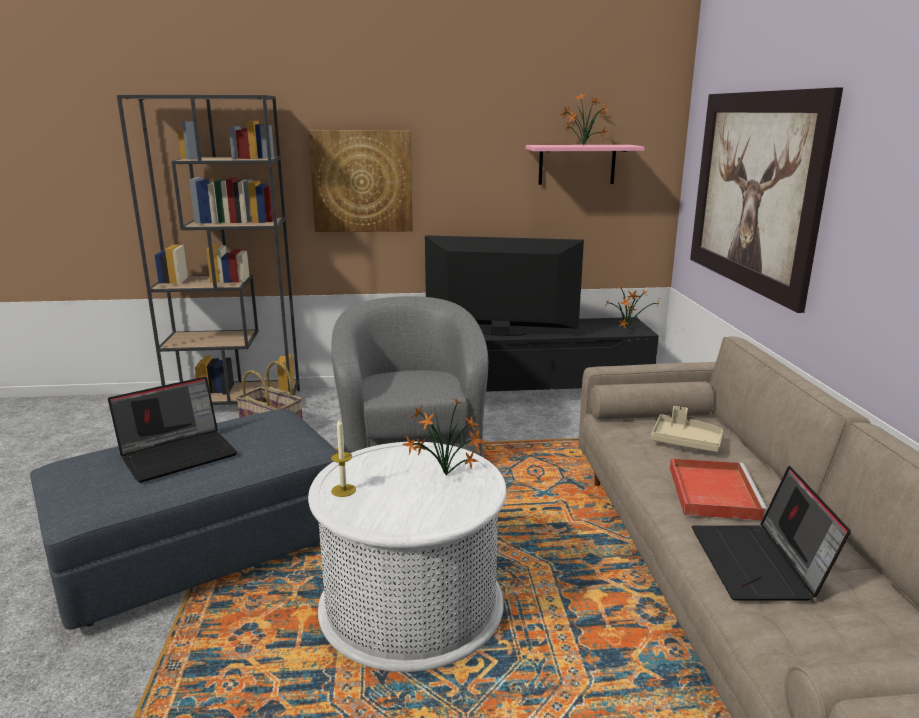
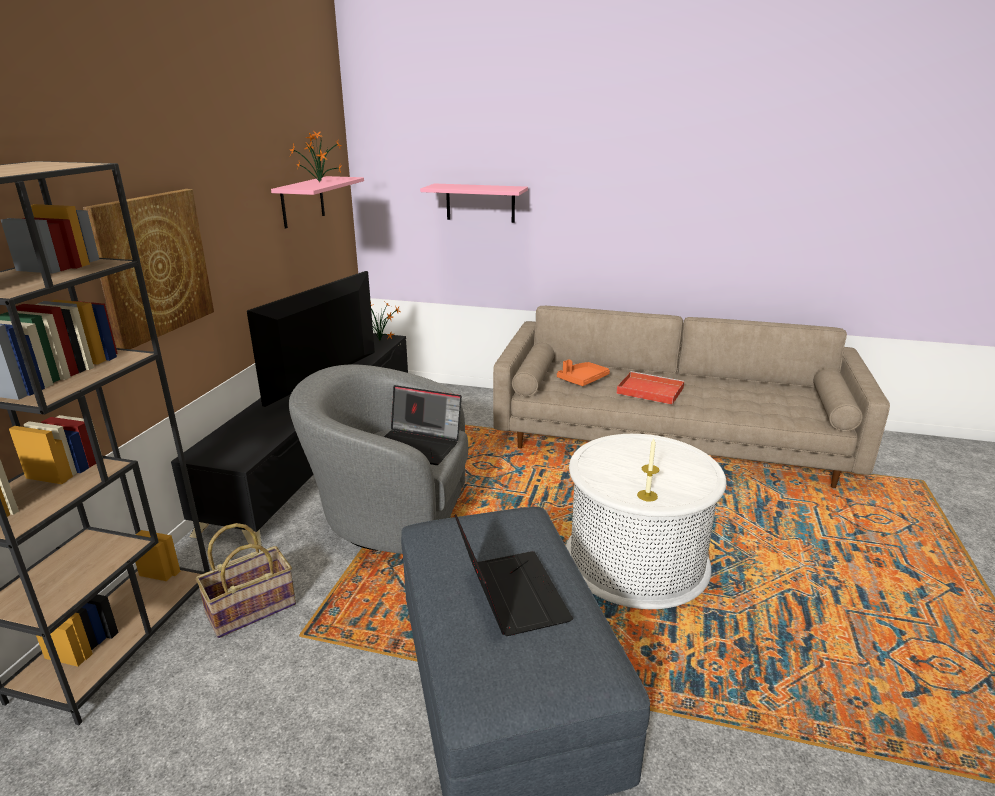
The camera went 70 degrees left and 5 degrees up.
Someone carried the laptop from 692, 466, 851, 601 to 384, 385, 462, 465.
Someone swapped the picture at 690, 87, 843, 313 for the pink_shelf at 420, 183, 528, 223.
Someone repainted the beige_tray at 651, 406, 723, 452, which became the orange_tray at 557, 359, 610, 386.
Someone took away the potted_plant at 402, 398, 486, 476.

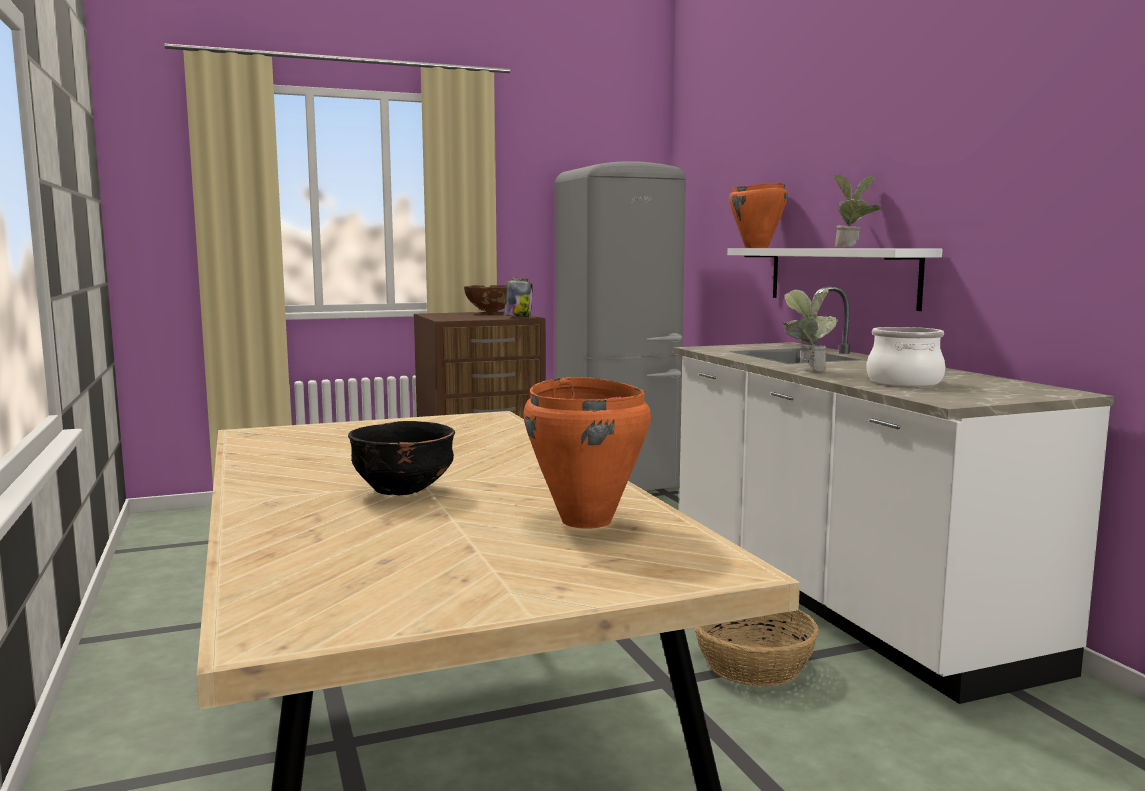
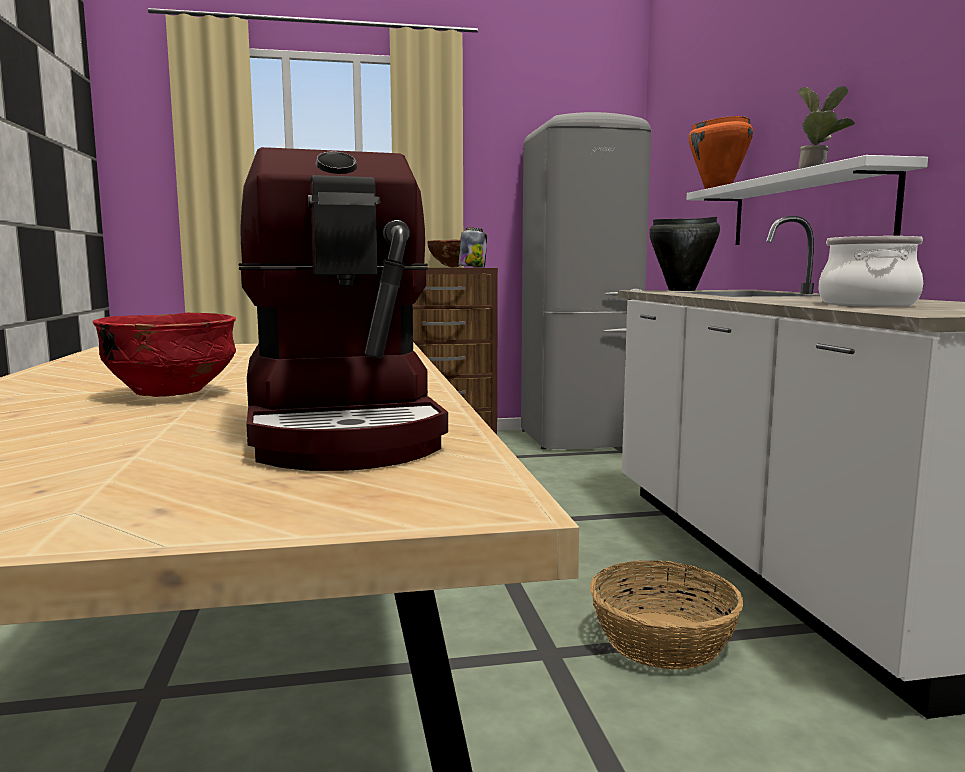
The camera went 10 degrees right and 0 degrees up.
Someone repainted the black_bowl at 348, 421, 455, 496, which became the red_bowl at 93, 313, 236, 397.
Someone swapped the orange_cooking_pot at 523, 377, 651, 529 for the coffee_machine at 238, 147, 448, 471.
Someone put down the black_cooking_pot at 649, 217, 720, 291.
Someone took away the potted_plant at 783, 288, 838, 372.

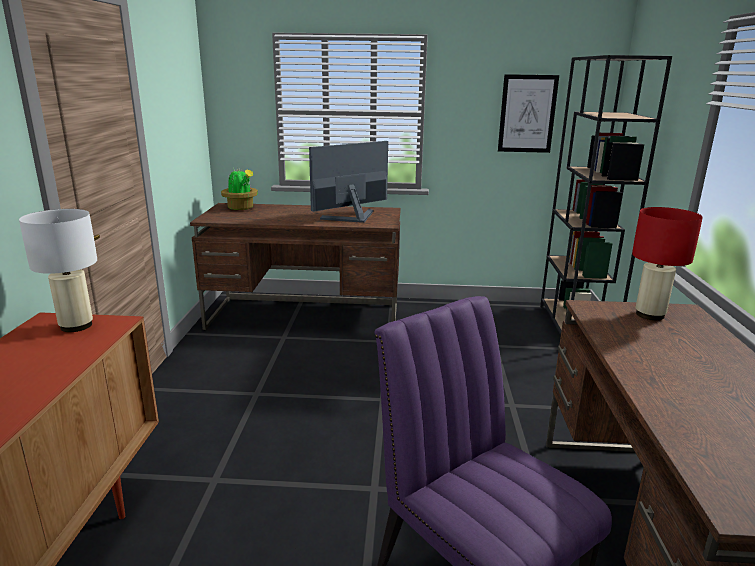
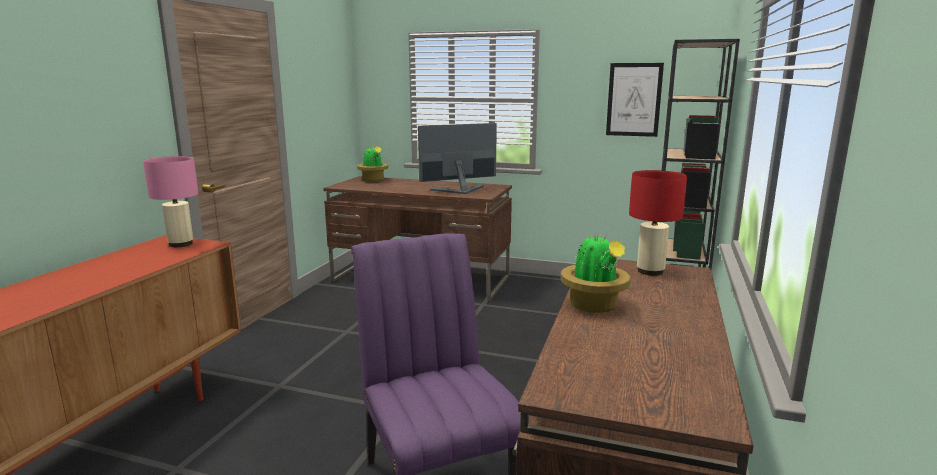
The camera went 15 degrees right and 5 degrees down.
Someone repainted the white_table_lamp at 19, 209, 97, 332, which became the pink_table_lamp at 143, 156, 198, 247.
Someone put down the potted_plant at 561, 231, 630, 313.

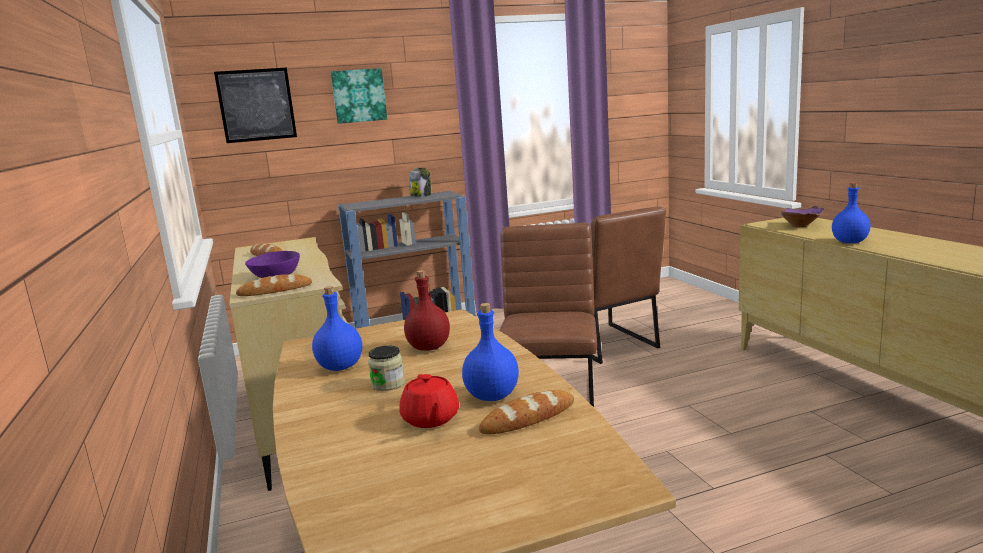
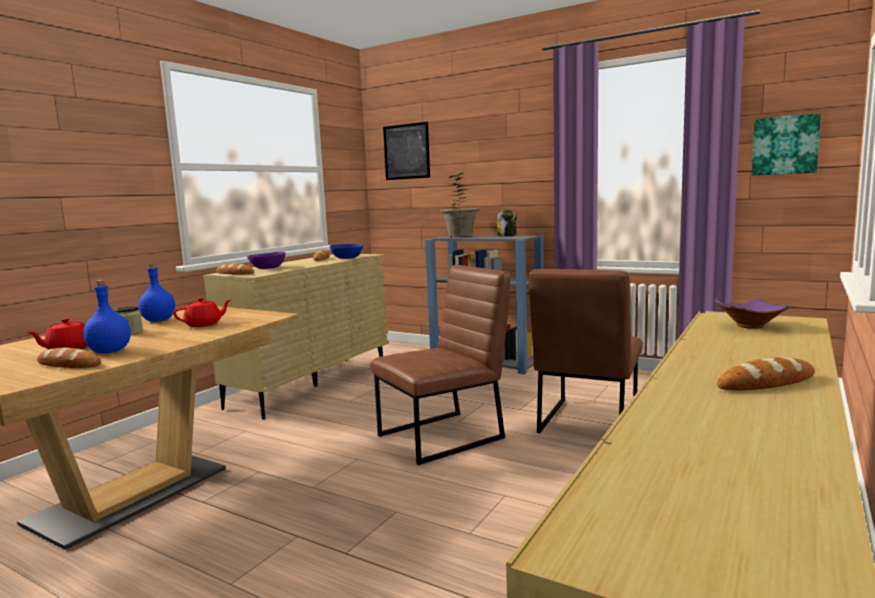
The camera went 50 degrees right and 5 degrees down.
Someone swapped the red_bottle at 404, 270, 450, 351 for the red_teapot at 173, 297, 231, 327.
Someone put down the blue_bowl at 330, 244, 363, 259.
Someone put down the potted_plant at 440, 173, 480, 237.
Someone put down the bread at 717, 357, 815, 391.
Someone carried the picture from 331, 68, 387, 124 to 752, 113, 821, 176.
Someone took away the blue_bottle at 832, 183, 871, 243.

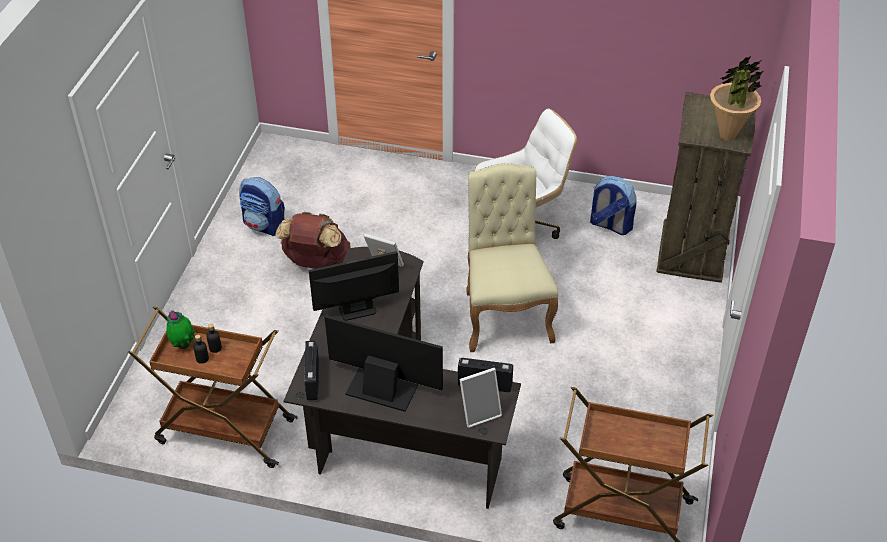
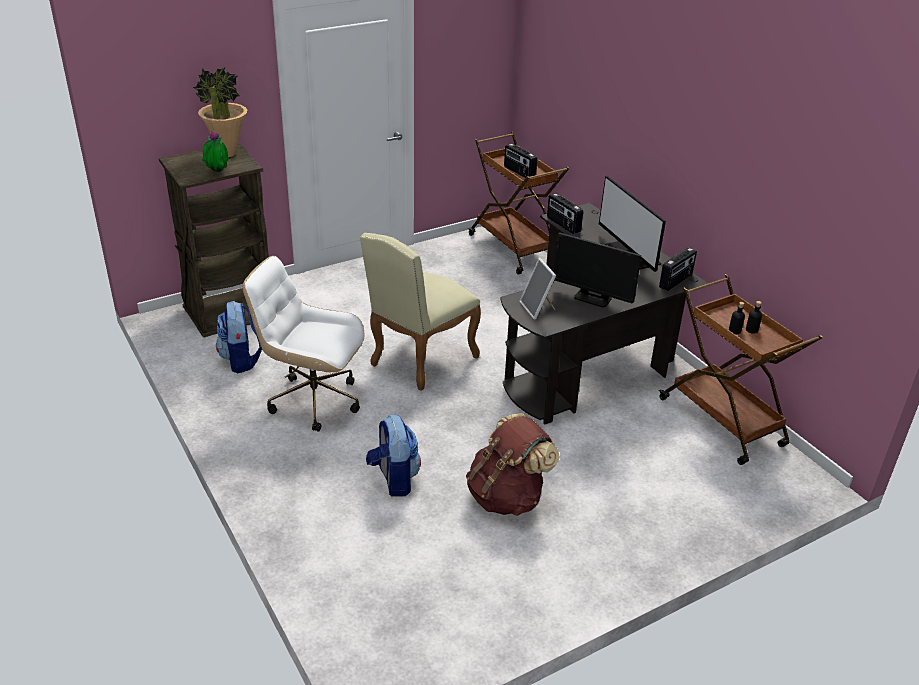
The camera went 135 degrees left and 10 degrees down.
Someone carried the potted_plant from 166, 310, 195, 349 to 202, 131, 229, 172.
Someone carried the backpack from 239, 177, 285, 236 to 366, 415, 421, 496.
Someone put down the radio at 504, 144, 537, 178.
Someone took away the picture_frame at 459, 368, 502, 428.

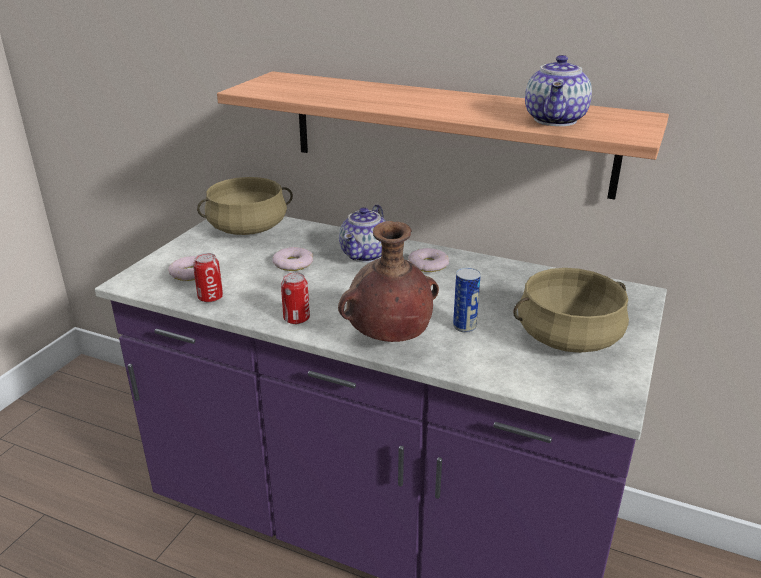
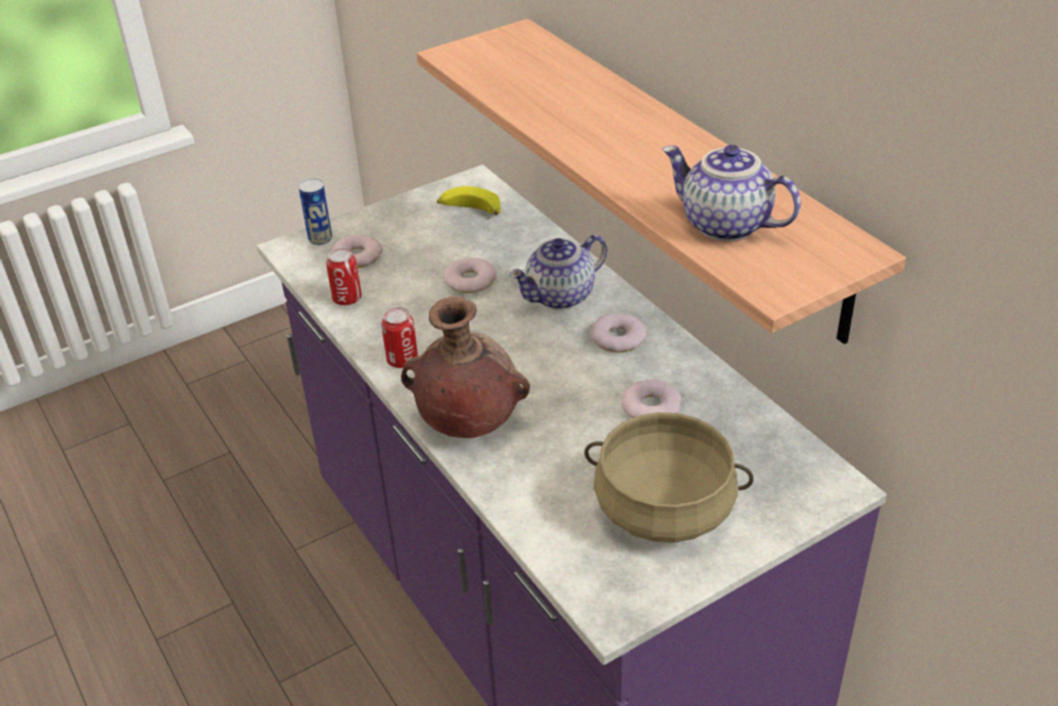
The camera went 35 degrees right and 10 degrees up.
Someone carried the can from 453, 268, 481, 333 to 299, 179, 332, 245.
Someone swapped the beige_cooking_pot at 197, 177, 293, 235 for the banana at 437, 186, 501, 215.
Someone put down the donut at 621, 380, 682, 418.
Someone rotated the teapot at 525, 55, 592, 126 by 75 degrees clockwise.

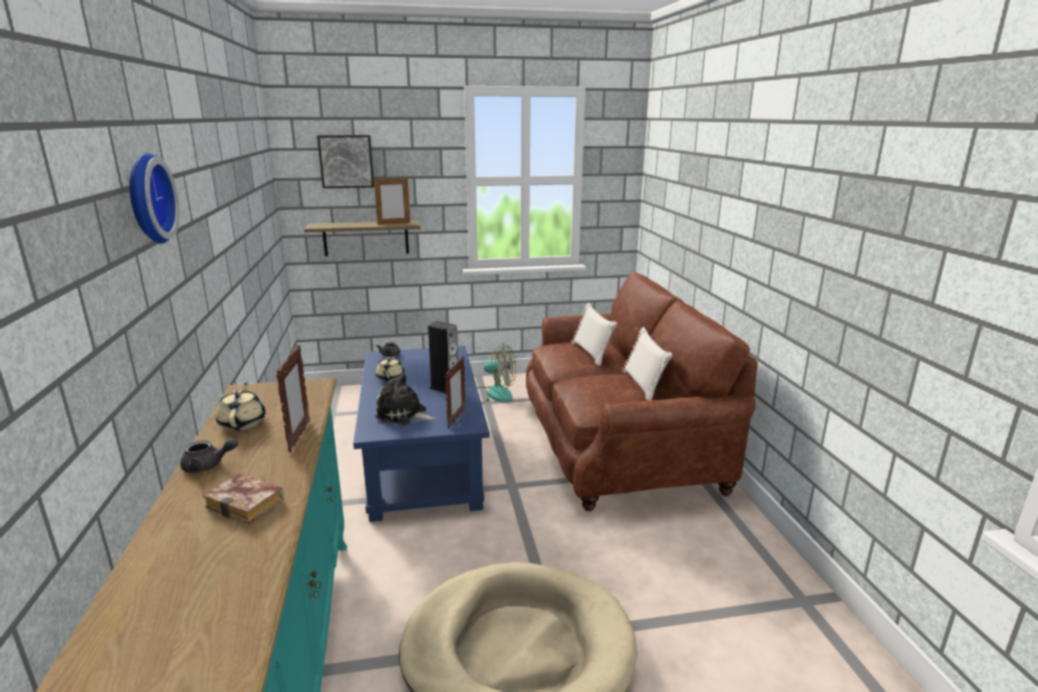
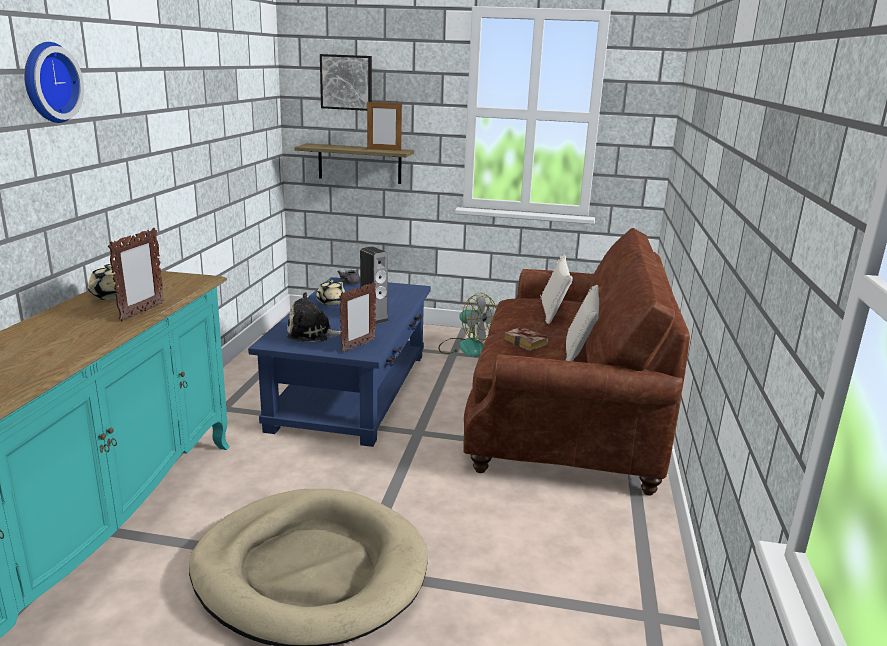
The camera went 20 degrees right and 0 degrees up.
Someone rotated the plush_toy at 375, 373, 436, 425 by 45 degrees counterclockwise.
Someone carried the book from 203, 473, 284, 524 to 504, 327, 549, 351.
Someone took away the grey_teapot at 180, 438, 238, 473.

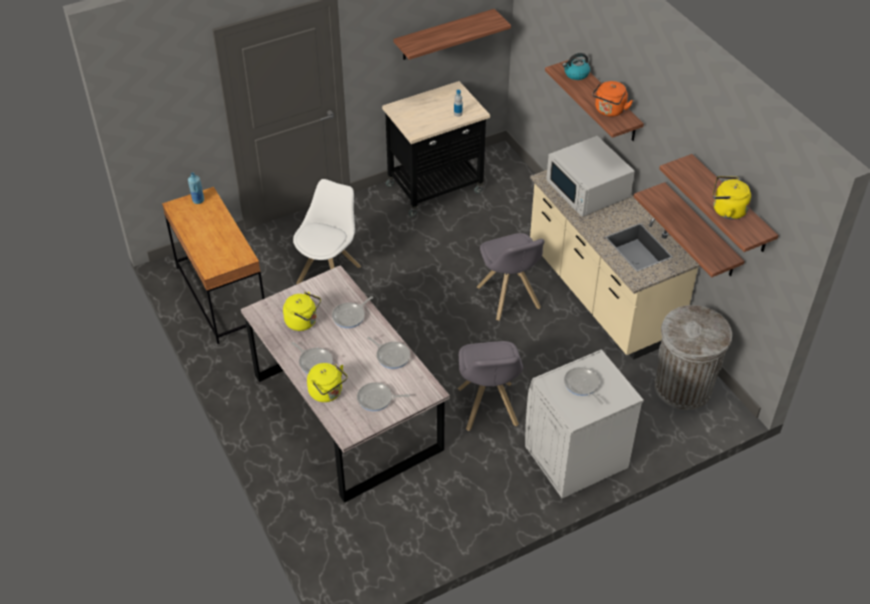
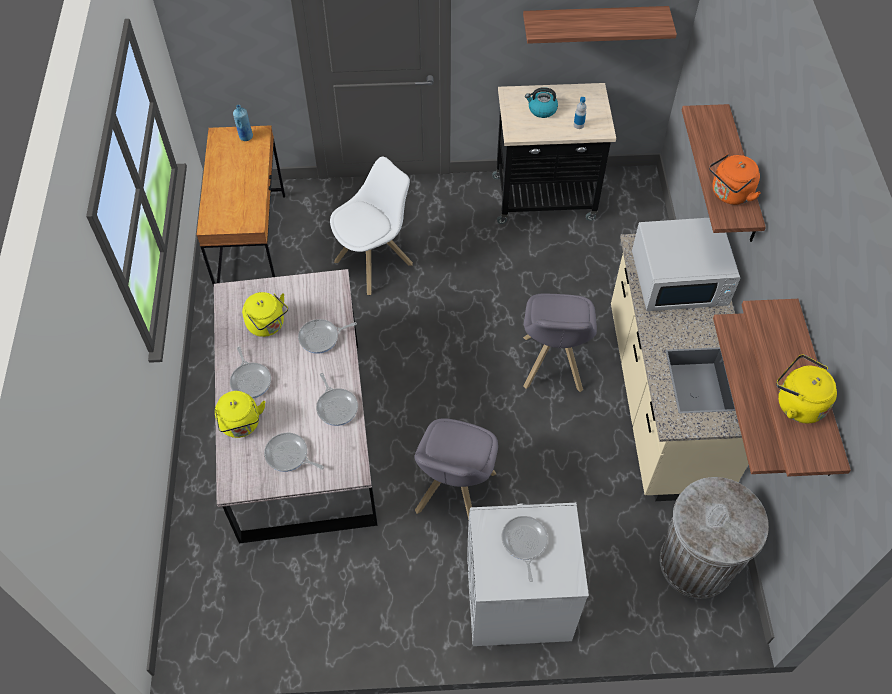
The camera went 25 degrees right and 10 degrees up.
Someone carried the kettle from 562, 53, 590, 80 to 525, 87, 558, 118.
Someone rotated the white_microwave at 546, 136, 635, 217 by 90 degrees counterclockwise.

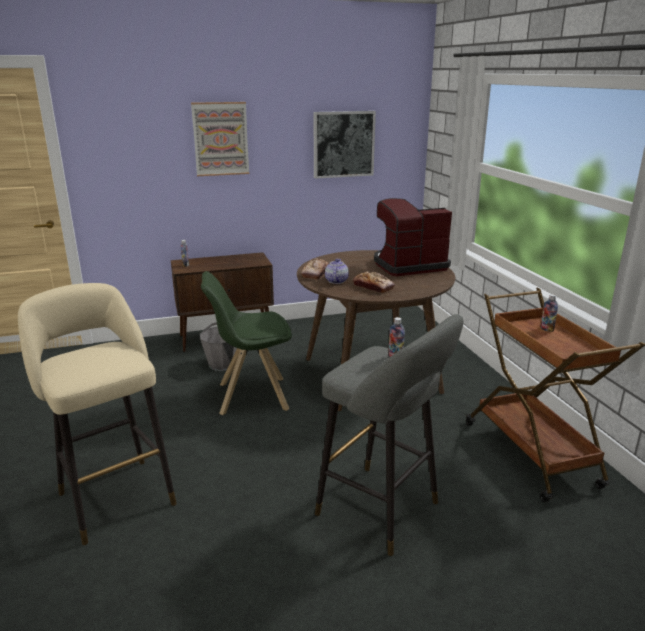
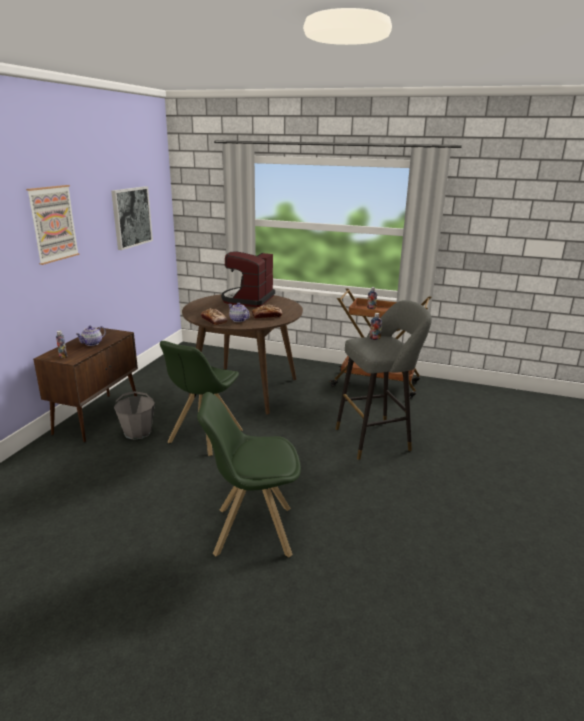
The camera went 55 degrees left and 0 degrees up.
Someone put down the teapot at 75, 325, 106, 346.
Someone swapped the beige_stool at 18, 283, 177, 545 for the green_chair at 197, 392, 301, 558.

